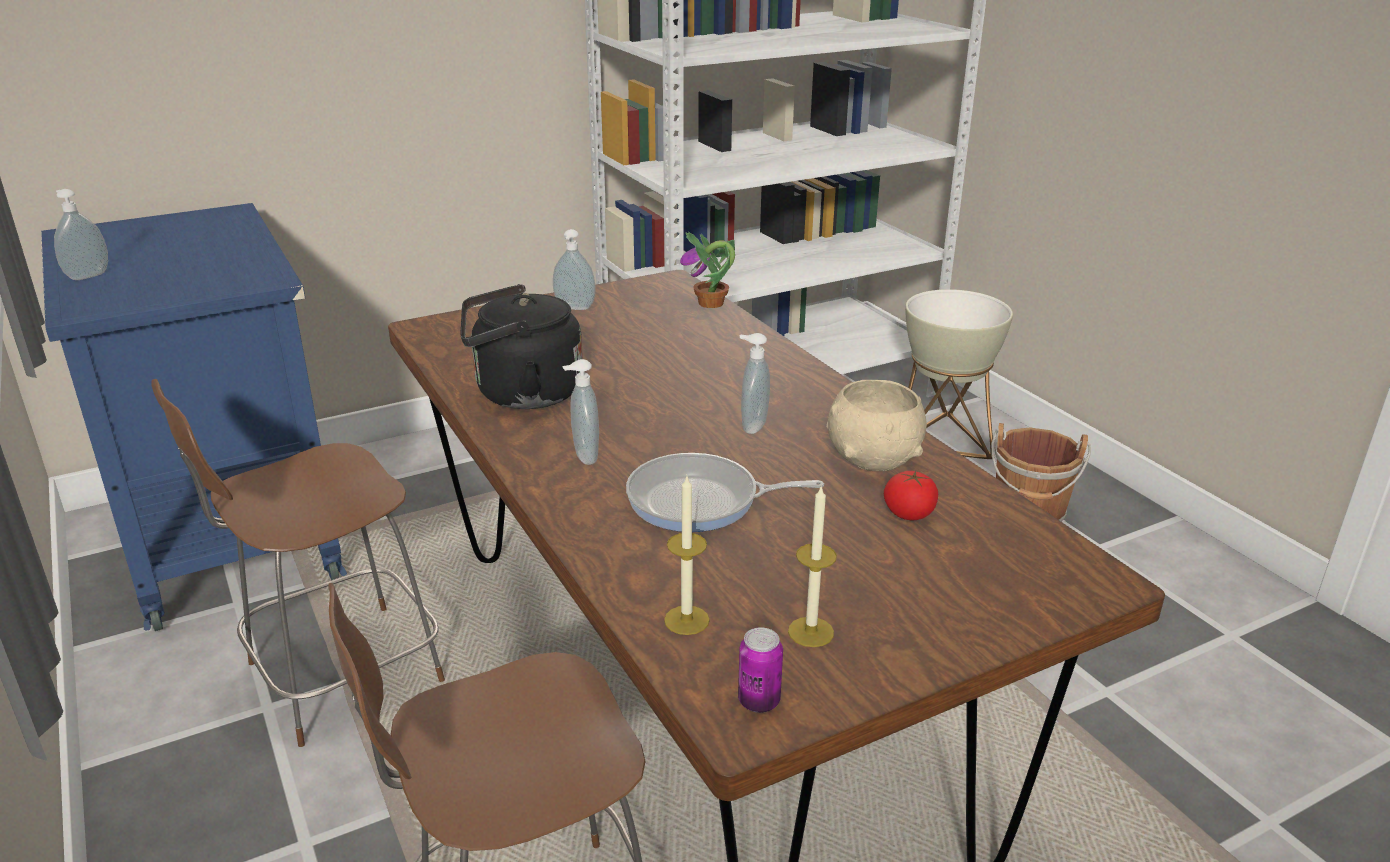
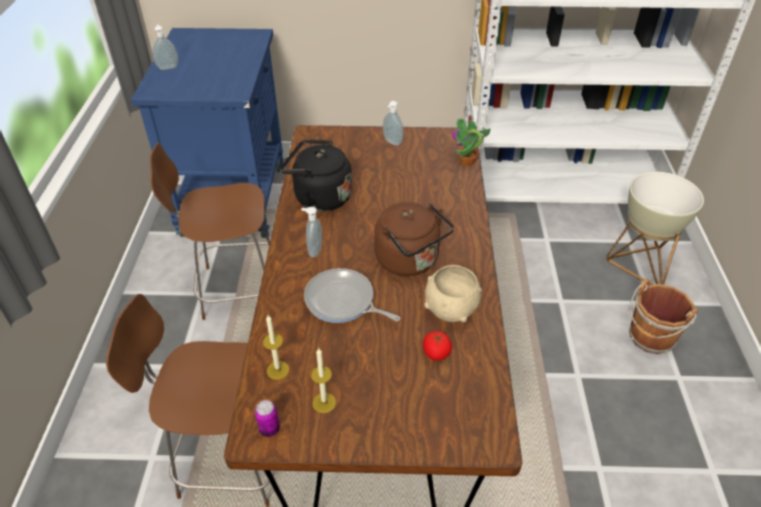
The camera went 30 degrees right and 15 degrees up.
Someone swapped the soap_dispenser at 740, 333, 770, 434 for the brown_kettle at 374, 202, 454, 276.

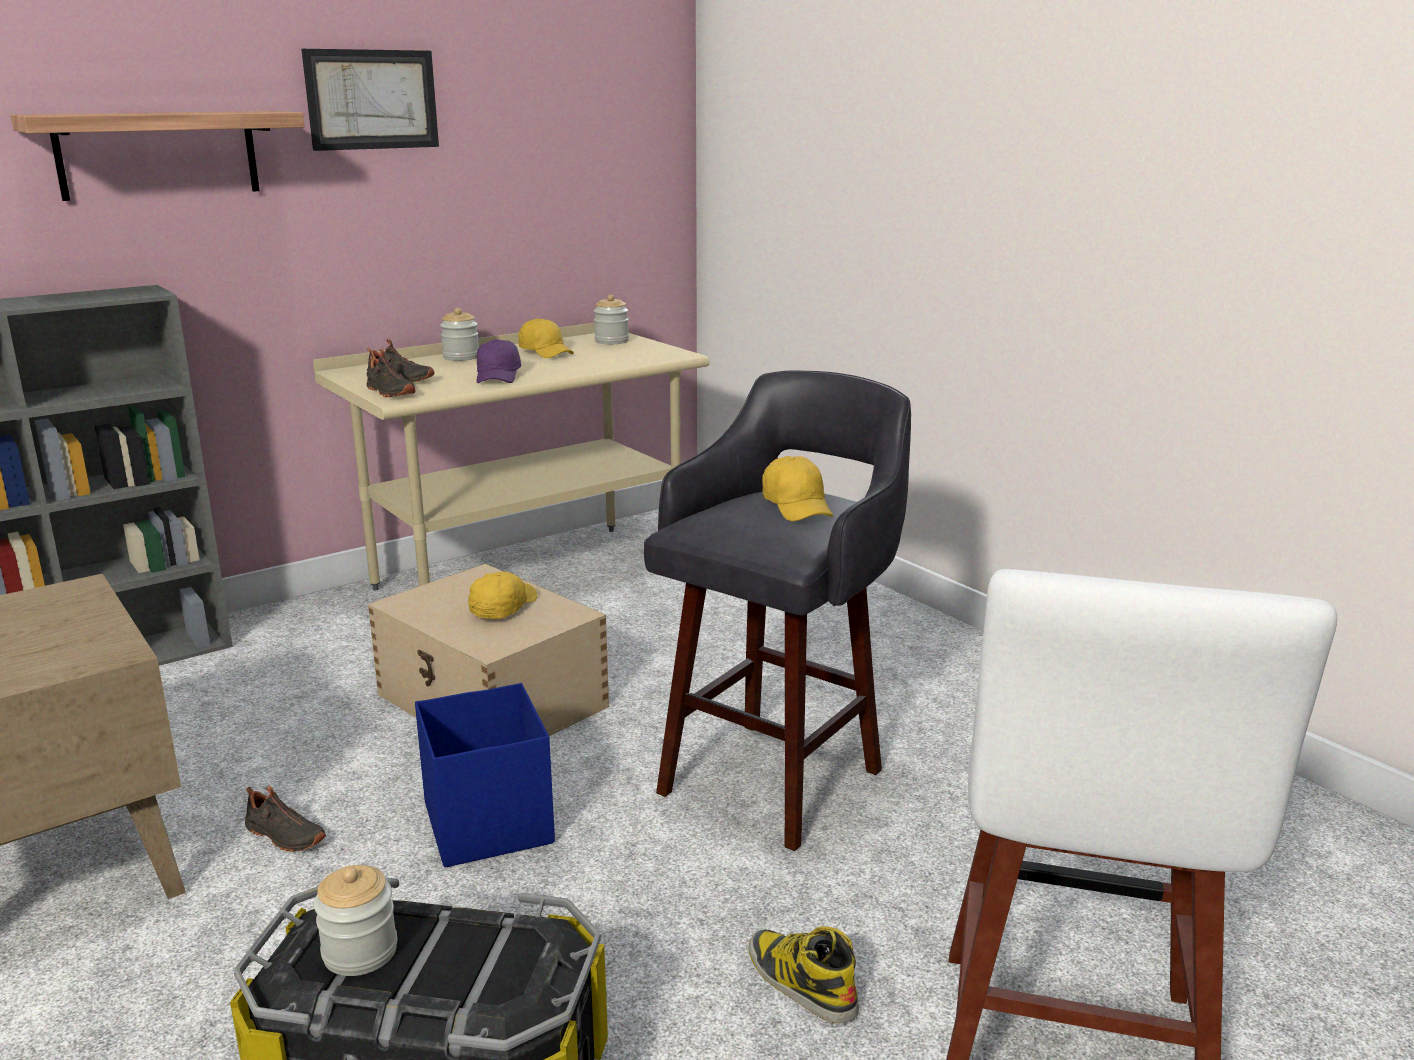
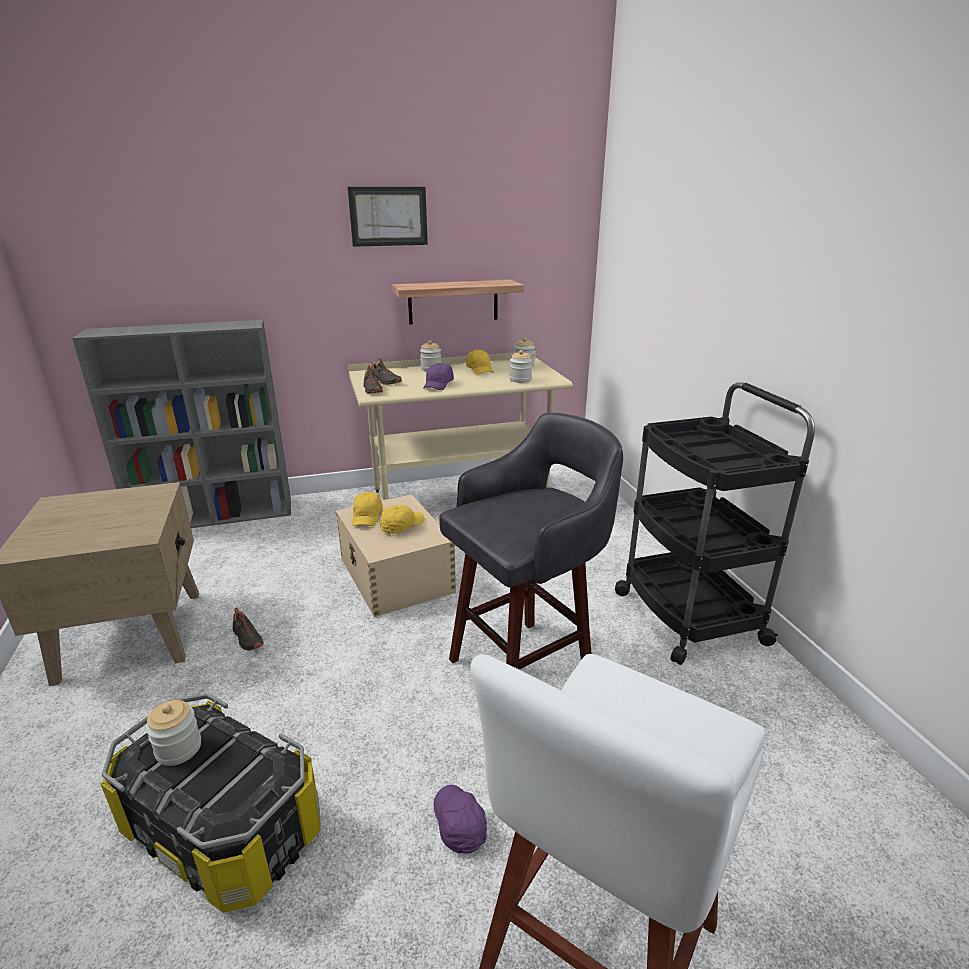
The camera went 20 degrees right and 5 degrees up.
Someone carried the yellow_cap from 762, 456, 833, 521 to 352, 491, 383, 526.
Someone carried the shelf from 11, 111, 305, 201 to 392, 280, 524, 324.
Someone swapped the boot at 748, 926, 859, 1023 for the purple_cap at 434, 785, 487, 853.
Someone put down the jar at 509, 350, 532, 383.
Someone put down the black_cart at 615, 382, 815, 665.
Someone took away the blue_storage_box at 415, 683, 555, 867.

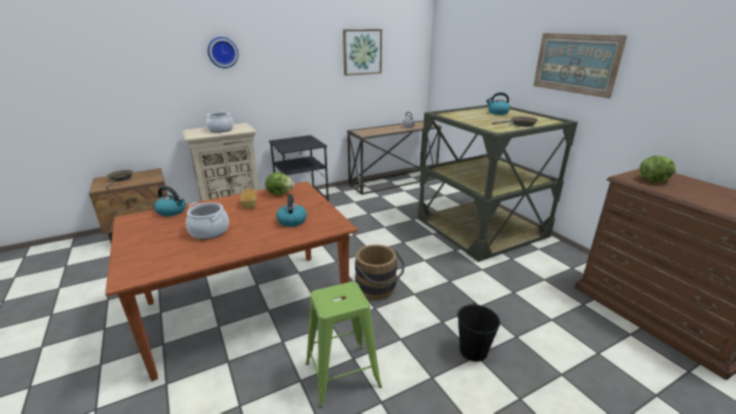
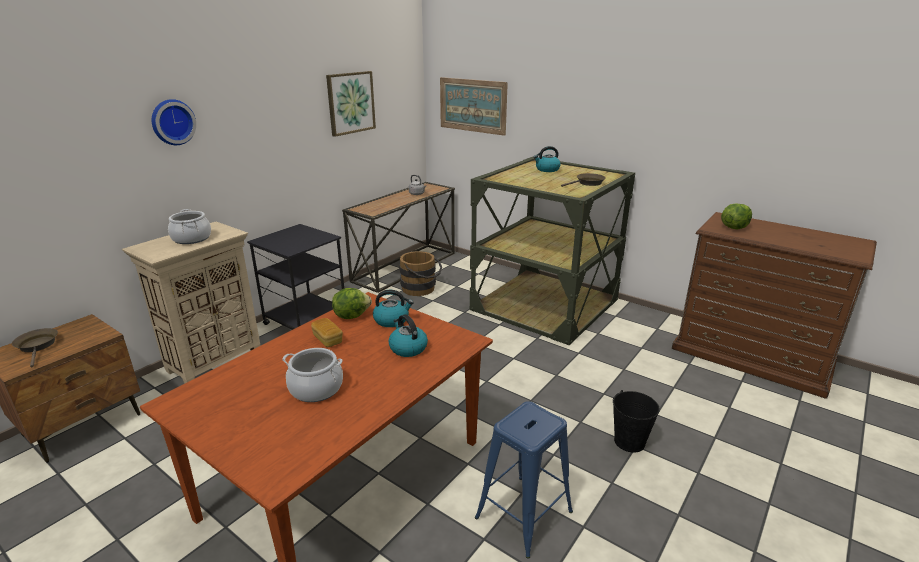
The camera went 25 degrees left and 0 degrees up.
Someone carried the kettle from 154, 186, 186, 216 to 373, 290, 414, 327.
Someone carried the brown_bucket from 355, 245, 405, 300 to 399, 251, 442, 296.
Someone carried the picture from 533, 33, 627, 98 to 440, 77, 508, 136.
Someone repainted the green_stool at 306, 282, 382, 408, which became the blue_stool at 475, 401, 573, 559.

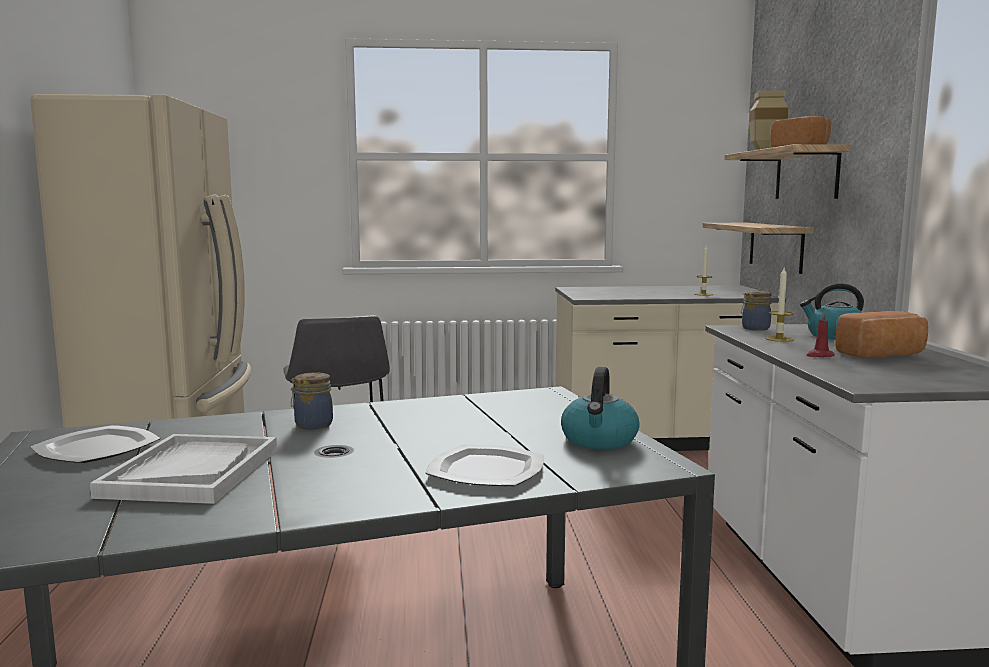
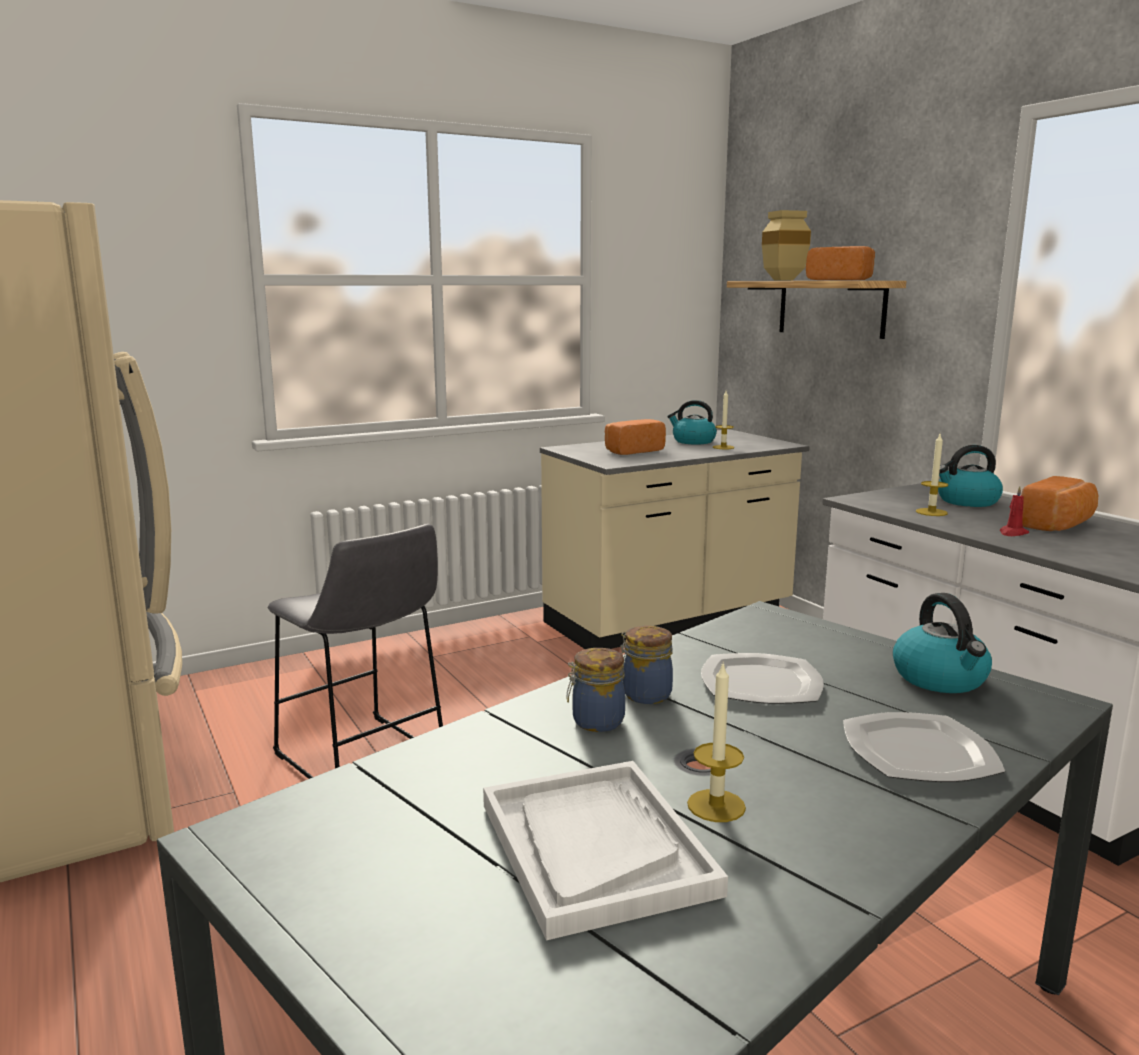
The camera went 25 degrees left and 5 degrees up.
Someone put down the bread at 605, 419, 666, 455.
Someone carried the jar from 741, 290, 771, 331 to 620, 626, 673, 704.
Someone put down the kettle at 667, 400, 717, 444.
Someone put down the candle at 687, 661, 746, 822.
Someone carried the plate from 31, 425, 160, 463 to 701, 653, 824, 704.
Someone took away the shelf at 703, 223, 814, 274.

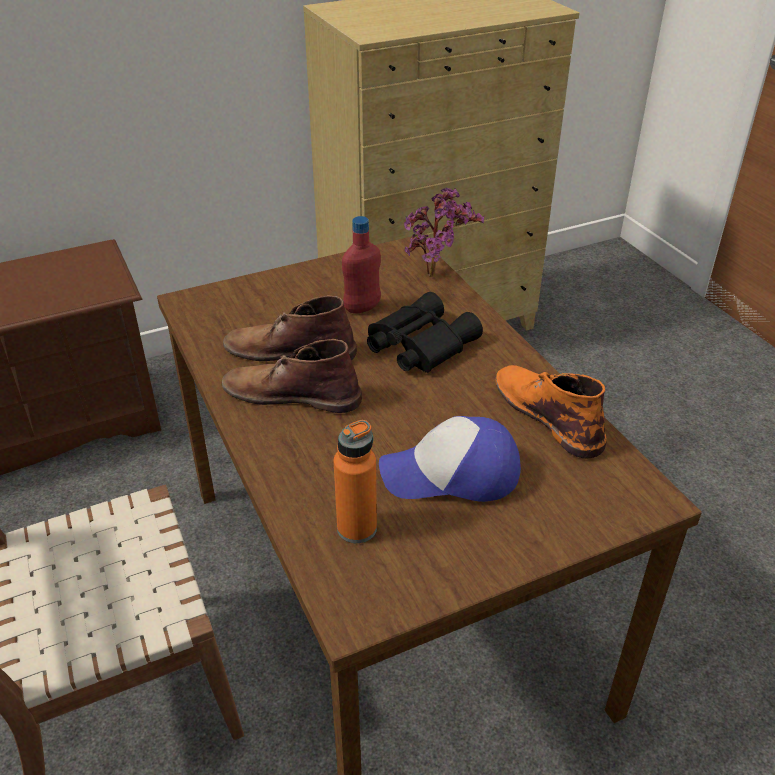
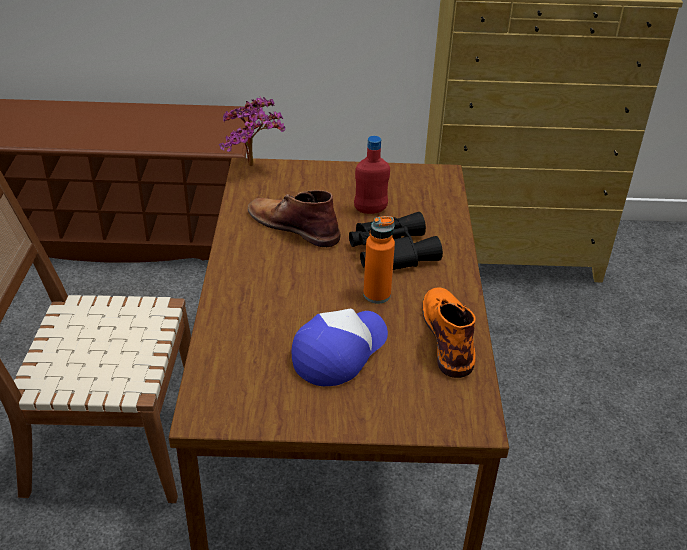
The camera went 25 degrees right and 0 degrees up.
Someone carried the potted_plant from 404, 188, 484, 277 to 219, 97, 285, 167.
Someone rotated the cap at 379, 416, 521, 502 by 105 degrees clockwise.
Someone carried the orange_bottle from 334, 420, 377, 543 to 363, 216, 395, 304.
Someone took away the brown_boot at 222, 339, 362, 413.

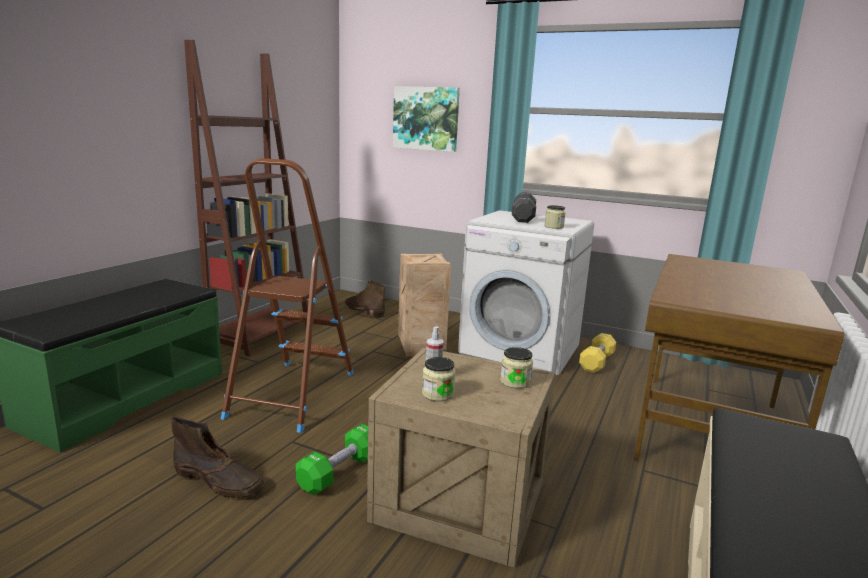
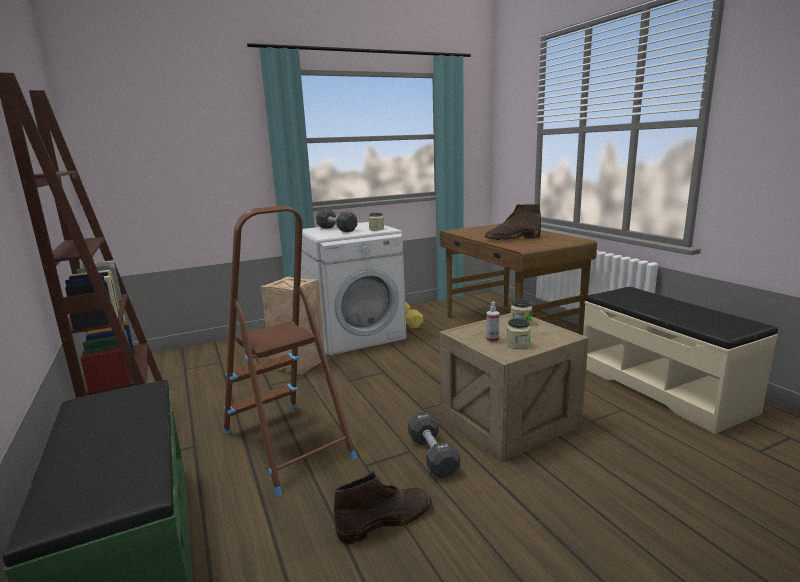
The camera went 50 degrees left and 0 degrees up.
Someone repainted the green_dumbbell at 296, 424, 368, 495, which became the black_dumbbell at 408, 412, 460, 478.
Someone carried the brown_boot from 345, 281, 385, 318 to 485, 204, 541, 240.
Someone took away the picture at 393, 86, 460, 152.

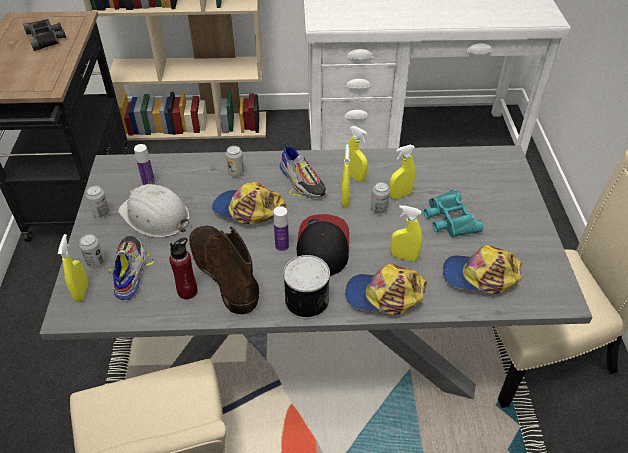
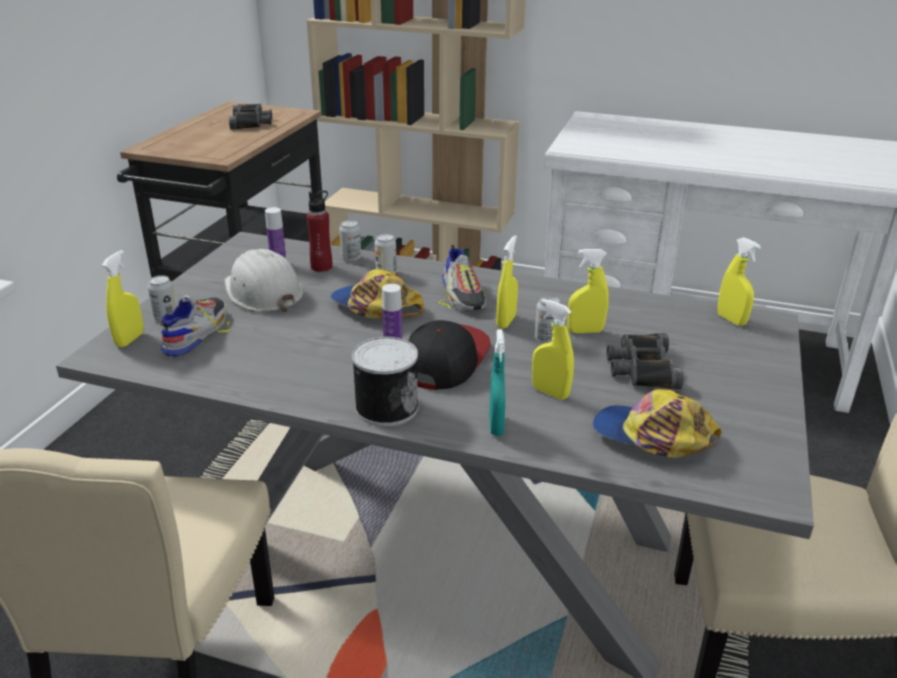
The camera went 20 degrees right and 15 degrees down.
Someone carried the red_bottle from 169, 238, 197, 299 to 306, 190, 332, 272.
Someone carried the can from 86, 186, 110, 218 to 339, 220, 361, 262.
Someone swapped the cap at 345, 264, 427, 315 for the turquoise_spray_bottle at 489, 329, 505, 436.
Someone repainted the turquoise_binoculars at 424, 189, 483, 237, which became the black_binoculars at 607, 333, 684, 389.
Someone carried the yellow_spray_bottle from 344, 126, 368, 182 to 718, 237, 761, 326.
Someone took away the brown_boot at 189, 226, 259, 315.

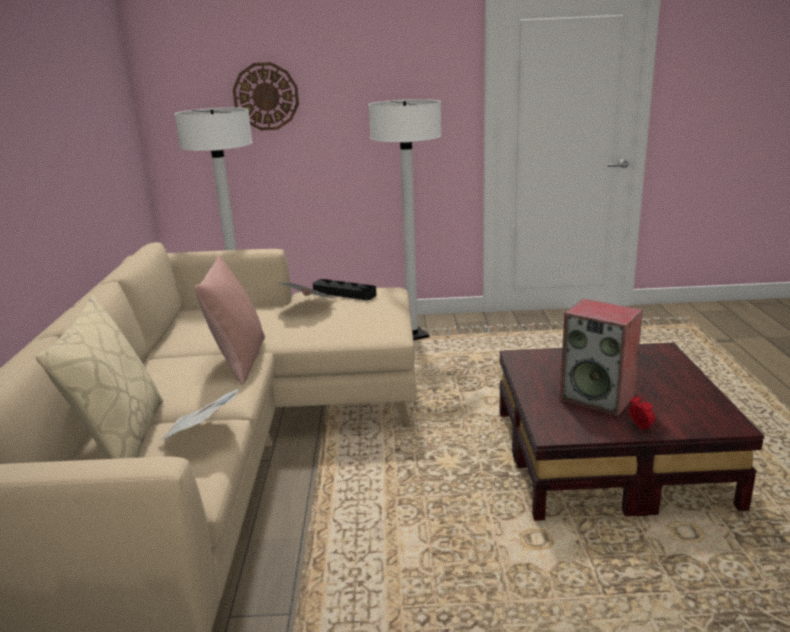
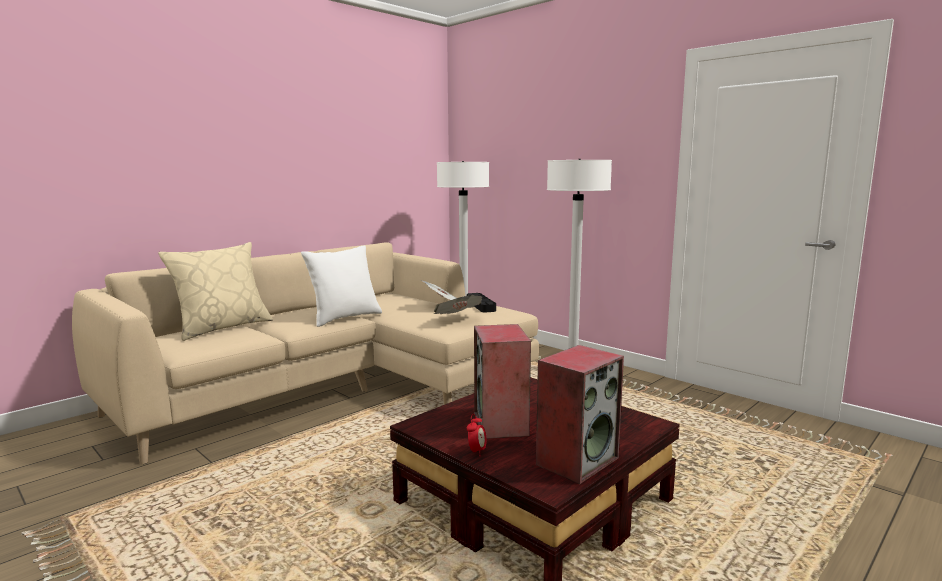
The camera went 45 degrees right and 10 degrees down.
Someone repainted the pink_pillow at 194, 255, 265, 385, which became the white_pillow at 301, 245, 382, 327.
Someone carried the newspaper from 159, 388, 239, 441 to 434, 295, 482, 314.
Someone put down the speaker at 536, 345, 624, 484.
Someone took away the wall_clock at 233, 62, 299, 130.

